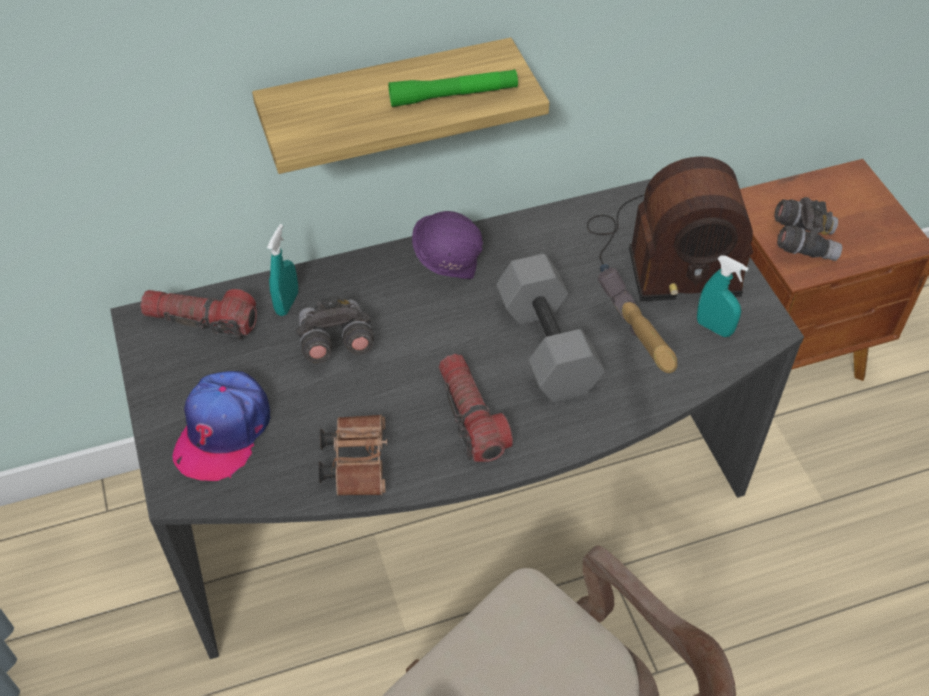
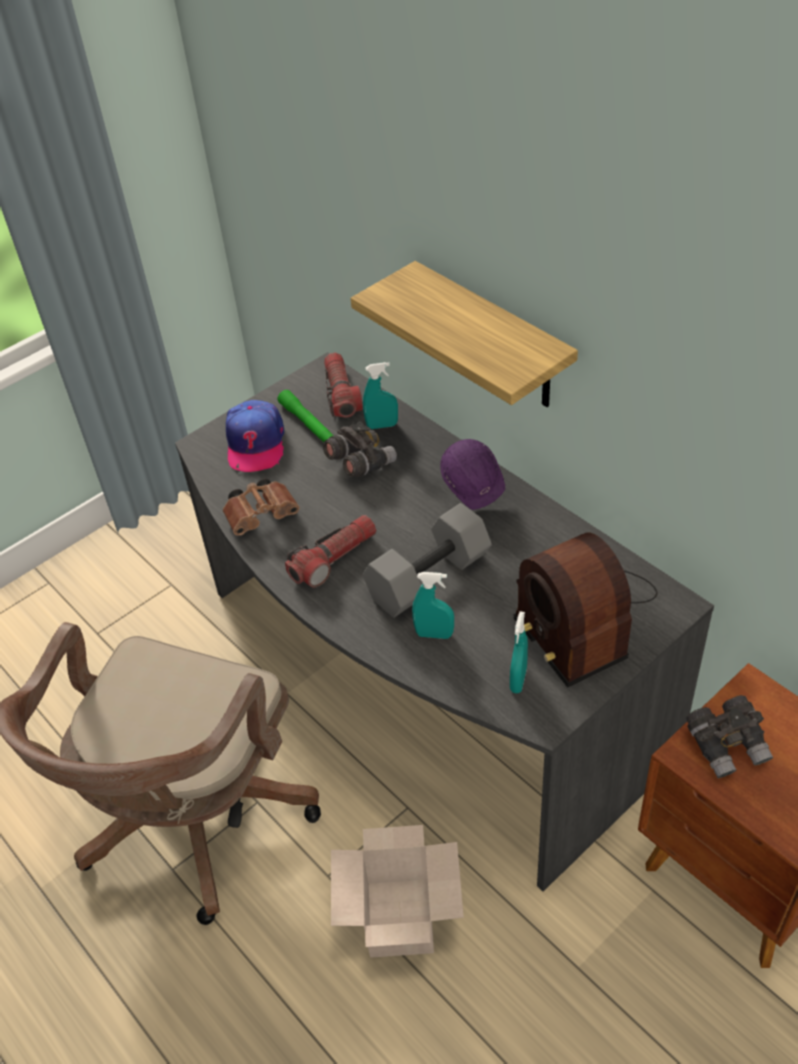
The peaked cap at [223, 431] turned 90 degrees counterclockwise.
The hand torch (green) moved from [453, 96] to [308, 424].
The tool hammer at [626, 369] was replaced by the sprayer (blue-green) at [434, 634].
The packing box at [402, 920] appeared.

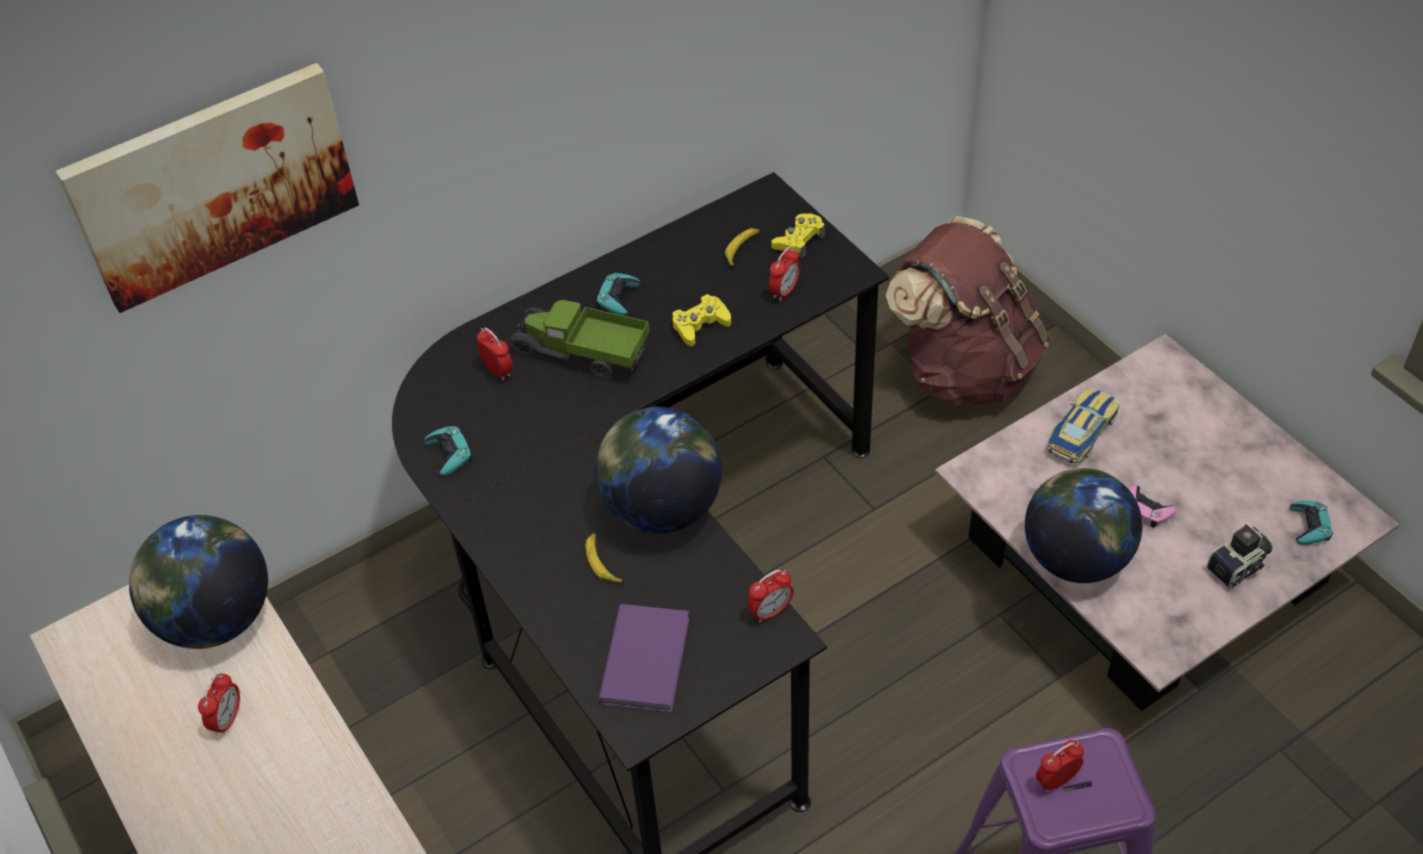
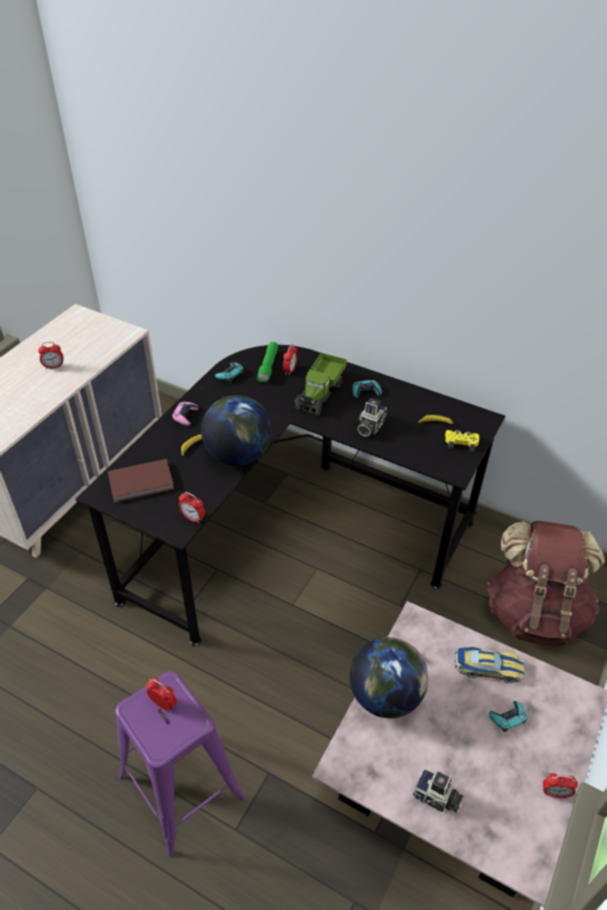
The picture at [213, 184] disappeared.
The desk globe at [215, 619] disappeared.
The model truck at [582, 353] turned 150 degrees counterclockwise.
The book (purple-coloured) at [648, 659] became the book (brownish) at [142, 483].
The joypad (yellow) at [700, 325] was replaced by the photo camera at [369, 426].
The bedside clock moved from [784, 291] to [555, 793].
The joypad (pink-coloured) moved from [1146, 509] to [185, 416].
The joypad (blue-green) moved from [1309, 526] to [508, 718].
The hand torch (green) at [268, 367] appeared.

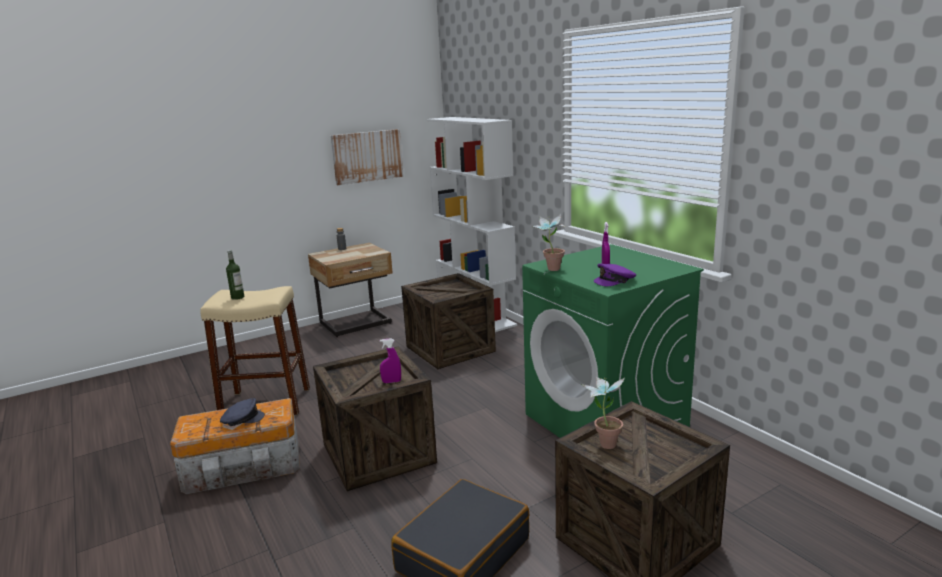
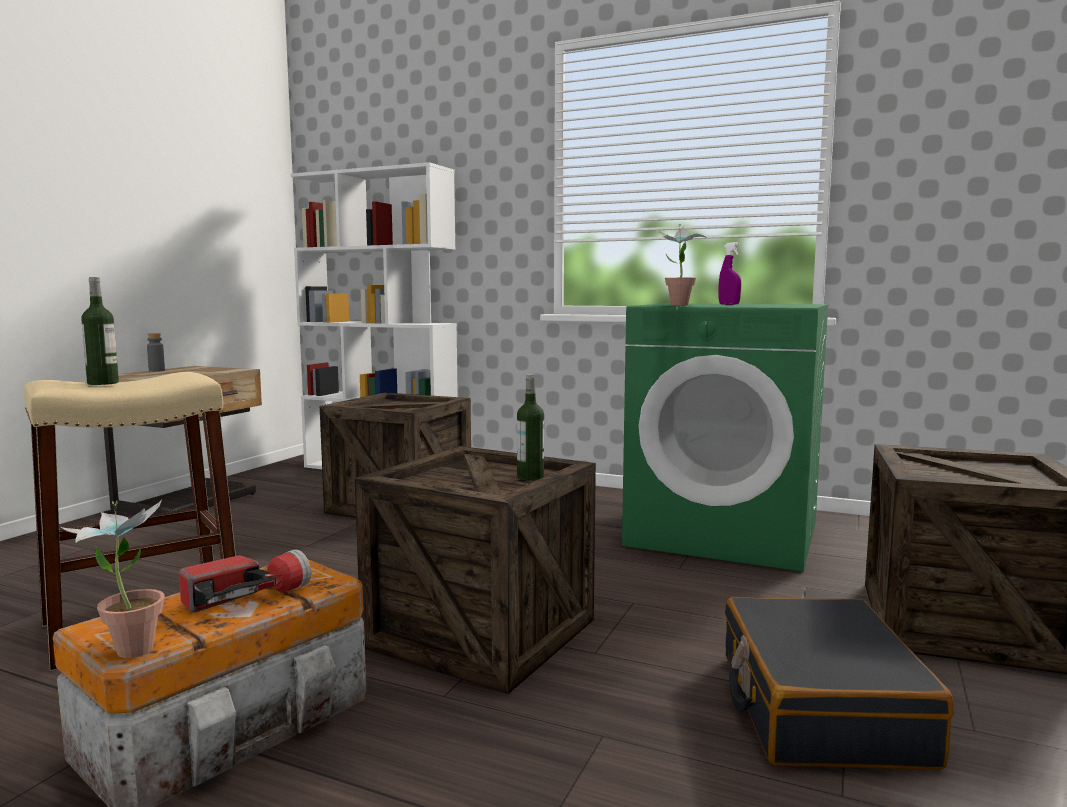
The peaked cap (gray) at [242, 419] was replaced by the hand torch at [247, 598].
The picture at [367, 156] disappeared.
The sprayer (purple-coloured) at [391, 382] was replaced by the drink bottle at [530, 477].
The plant in a pot moved from [604, 441] to [127, 647].
The peaked cap (purple-coloured) at [615, 280] disappeared.

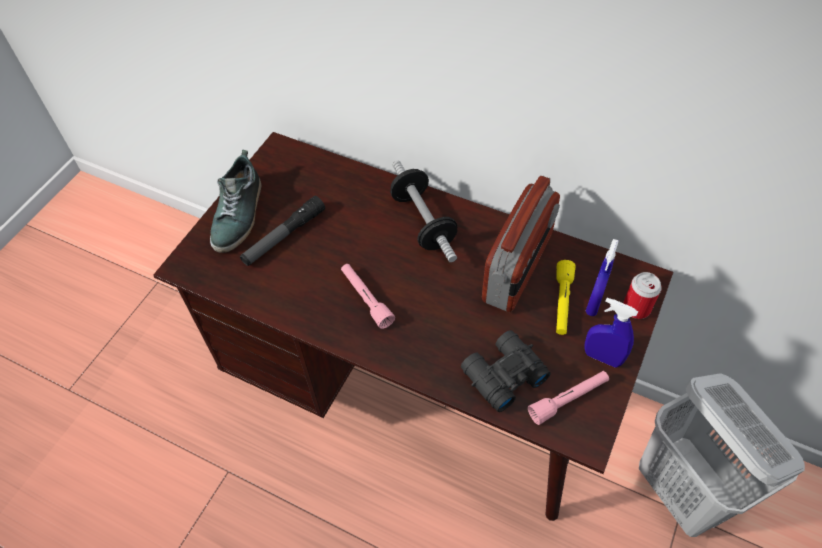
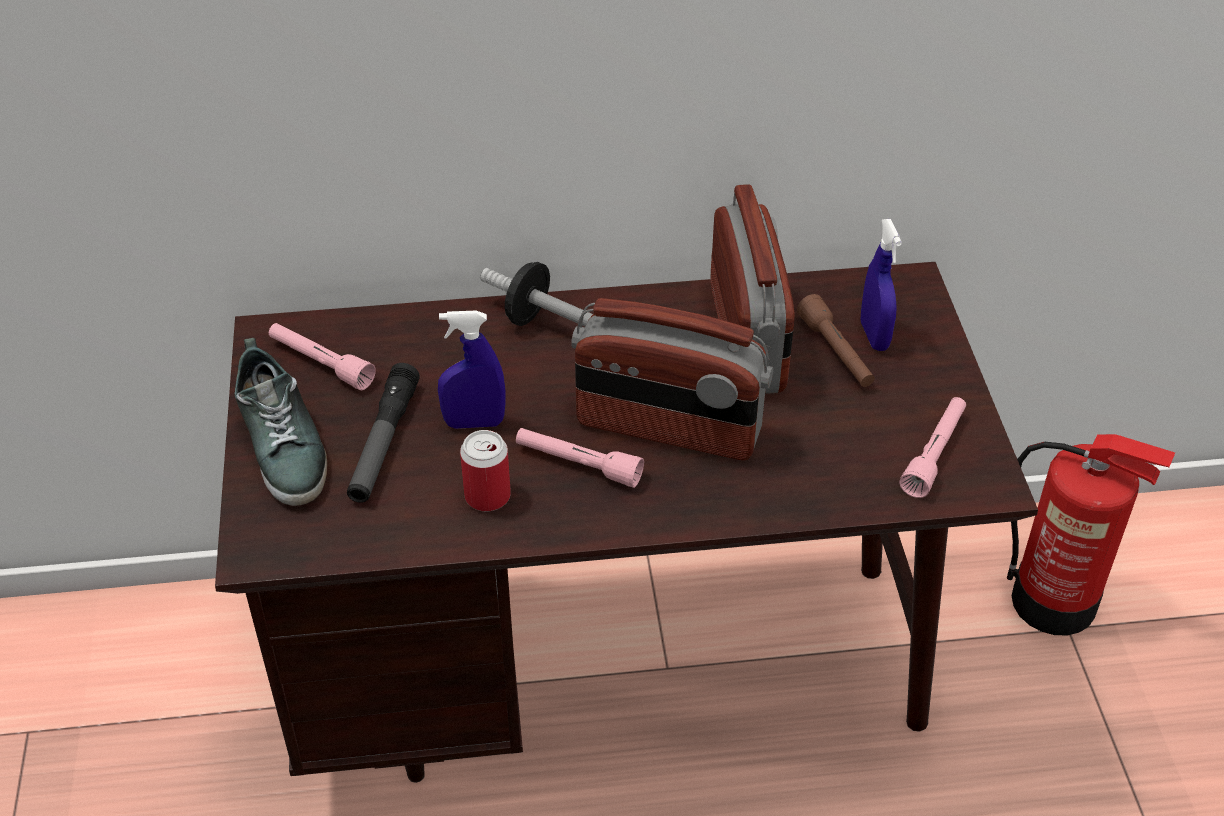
The binoculars (blackish) at [501, 375] disappeared.
The hand torch (yellow) at [562, 302] became the hand torch (brownish) at [836, 352].
The sprayer (blue-coloured) moved from [602, 357] to [474, 423].
The metal can moved from [636, 308] to [487, 496].
The washing basket (white-coloured) at [684, 492] was replaced by the extinguisher at [1055, 602].
The hand torch (pink-coloured) at [321, 363] appeared.
The radio set at [668, 428] appeared.

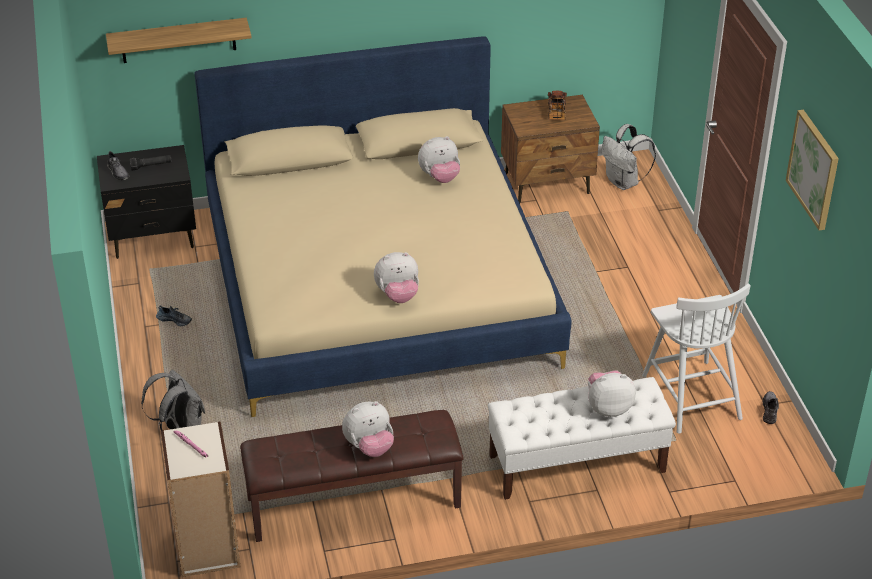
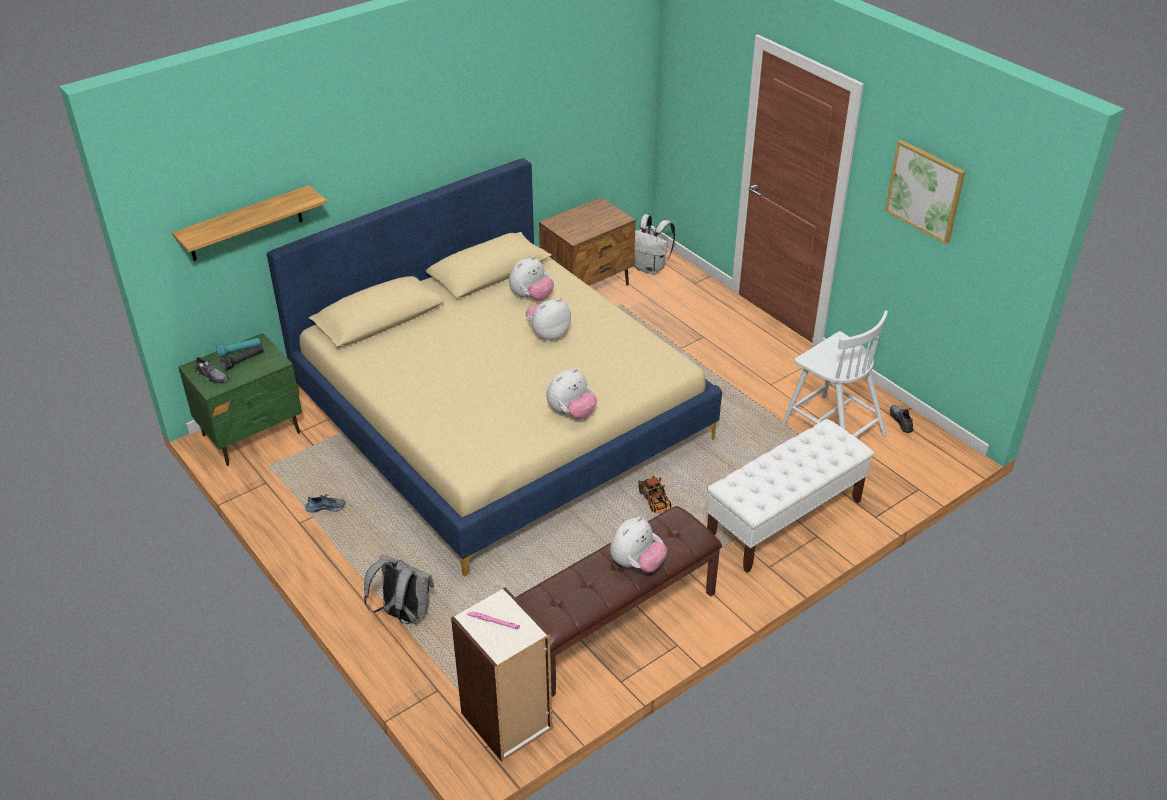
The bedside table (blackish) at [153, 237] became the bedside table (green) at [252, 434].
The model truck moved from [556, 113] to [655, 502].
The plush toy moved from [608, 407] to [548, 334].
The hand torch (blue-green) at [239, 351] appeared.

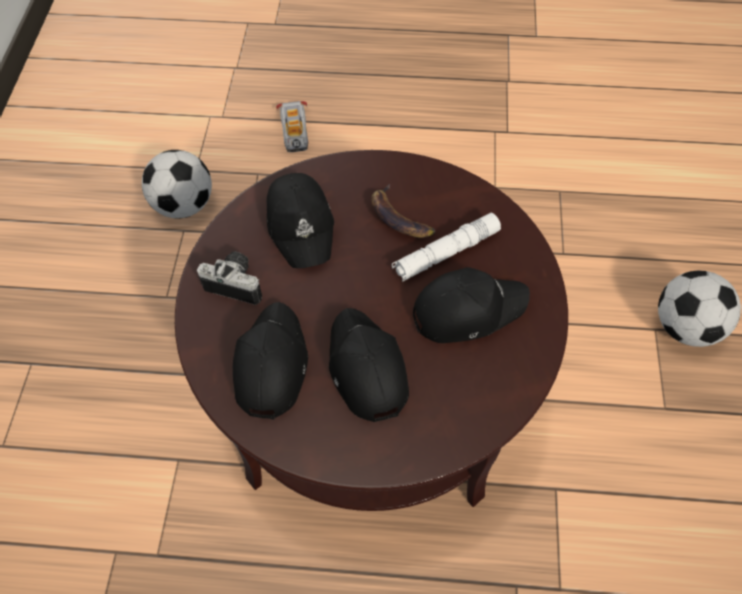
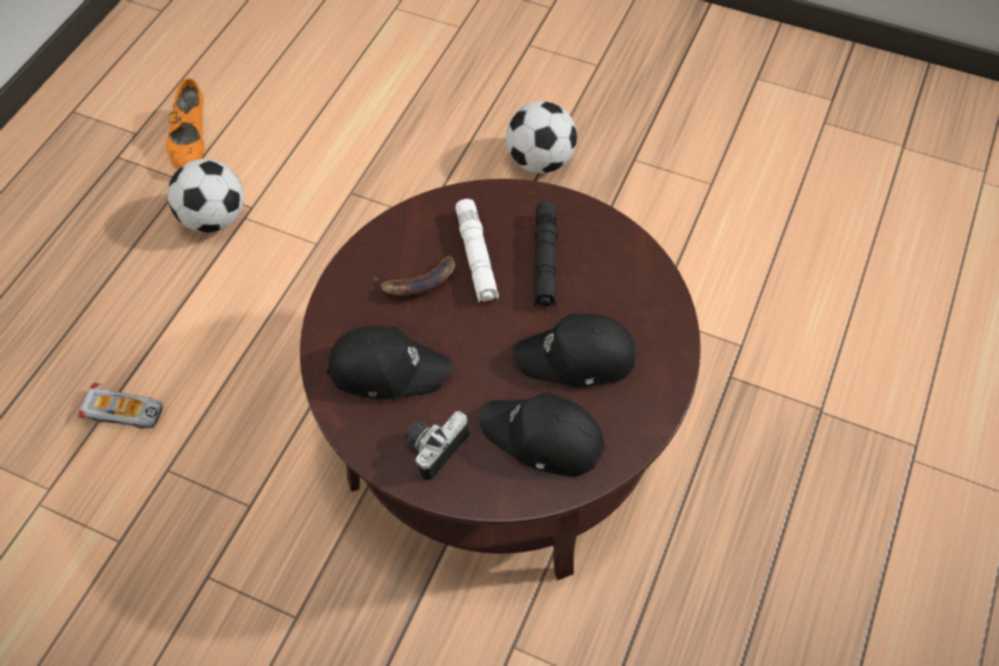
The football moved from [184, 205] to [215, 218].
The peaked cap (blackish) at [467, 309] was replaced by the hand torch (blackish) at [545, 261].
The item of footwear (orange) at [193, 143] appeared.

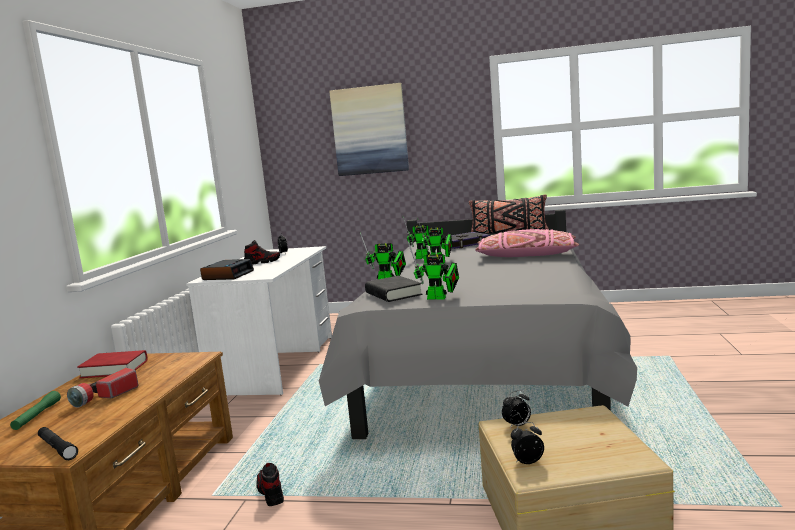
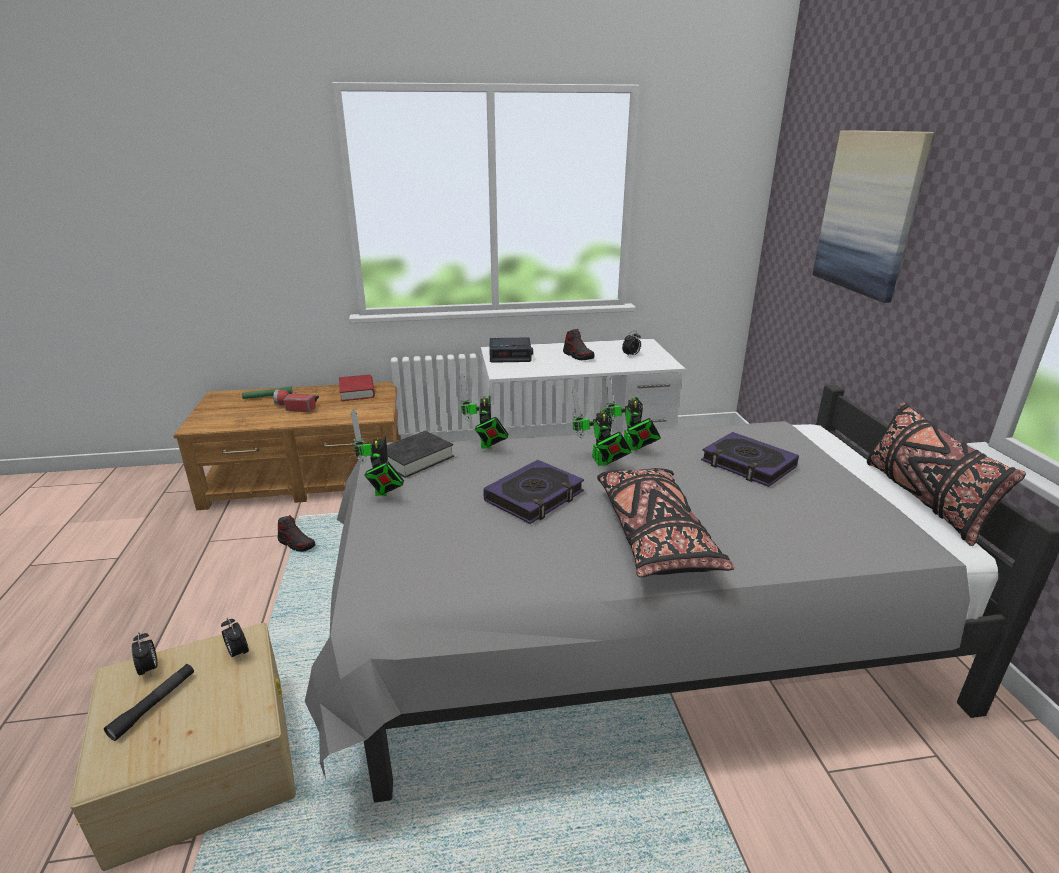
The hand torch (blackish) moved from [57, 448] to [154, 705].
The item of footwear at [270, 493] turned 75 degrees clockwise.
The throw pillow (pink-coloured) at [526, 255] became the throw pillow (blackish) at [654, 534].
The book at [534, 497] appeared.

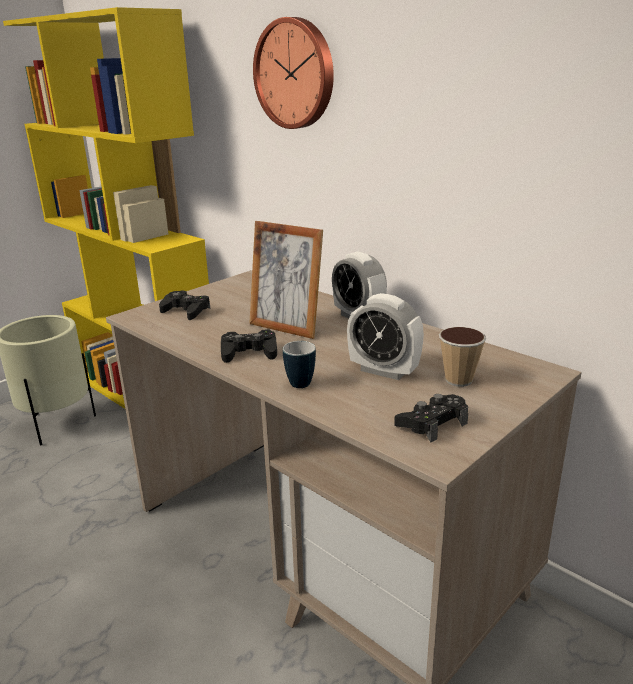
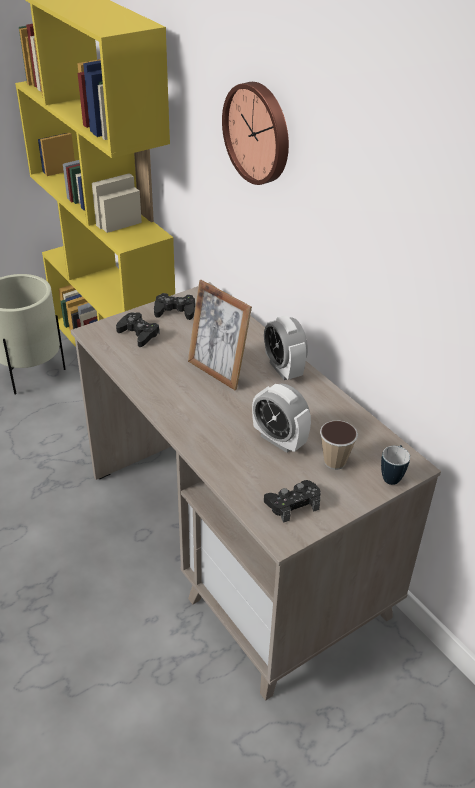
The joypad (blackish) moved from [249, 352] to [175, 311].
The mug moved from [301, 381] to [392, 476].

